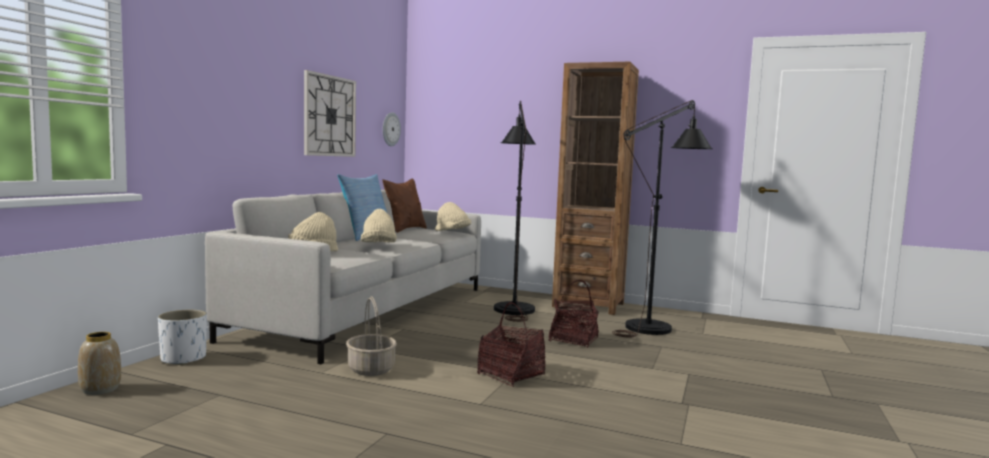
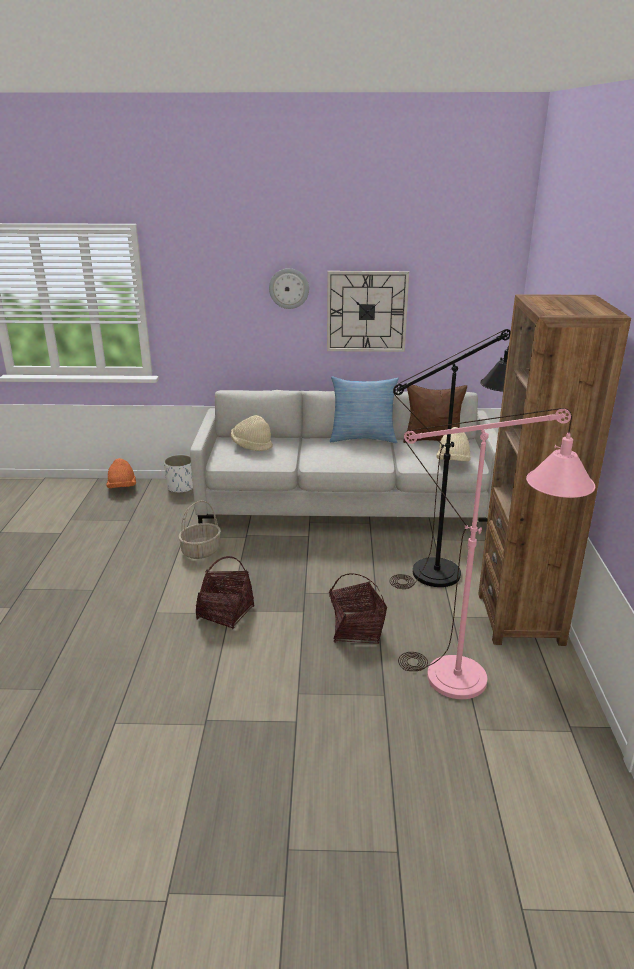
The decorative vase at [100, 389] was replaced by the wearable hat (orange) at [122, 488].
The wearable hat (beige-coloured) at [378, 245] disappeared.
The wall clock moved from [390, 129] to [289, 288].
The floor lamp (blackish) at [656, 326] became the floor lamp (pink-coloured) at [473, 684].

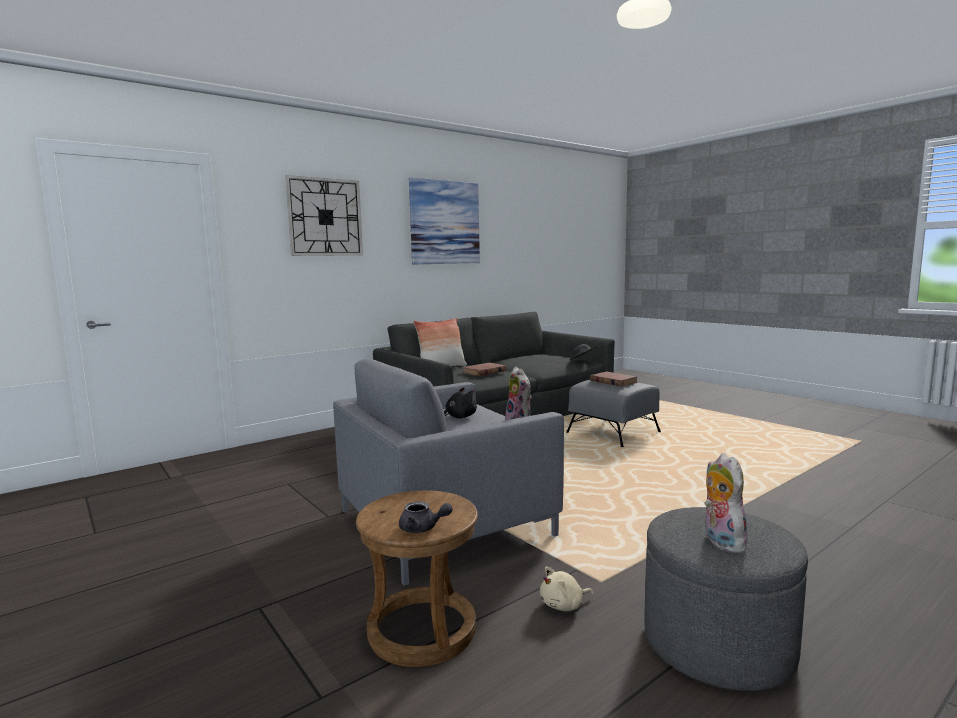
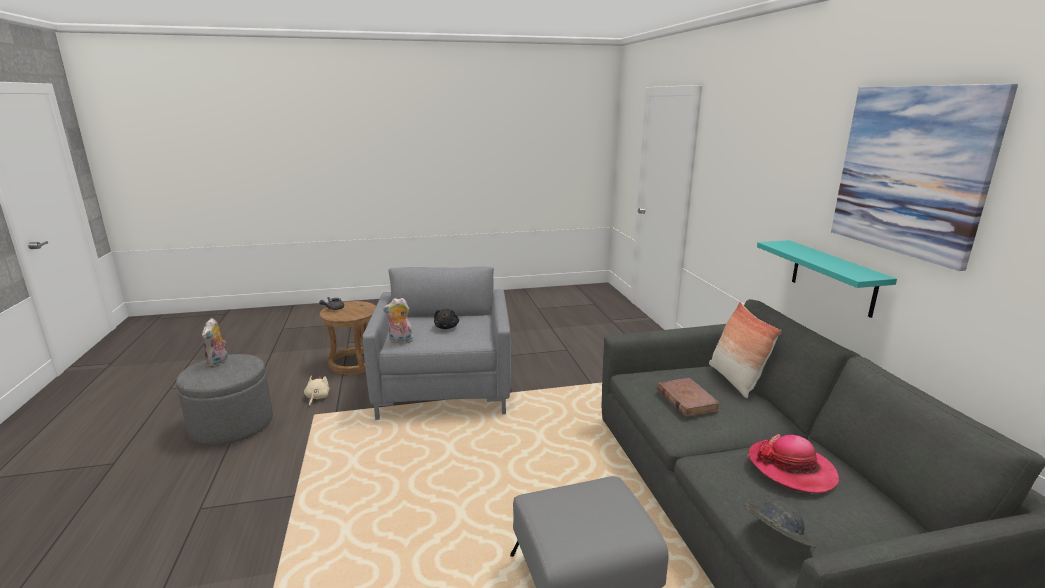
The wall clock at [325, 217] disappeared.
The book (brownish) at [613, 381] disappeared.
The plush toy at [720, 541] turned 75 degrees clockwise.
The wearable hat at [791, 468] appeared.
The wall shelf (blue-green) at [833, 277] appeared.

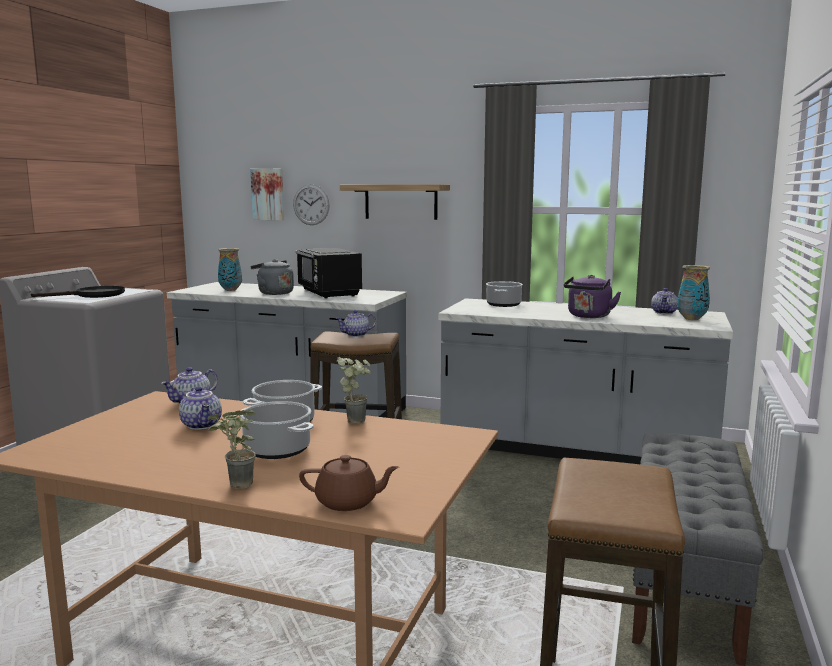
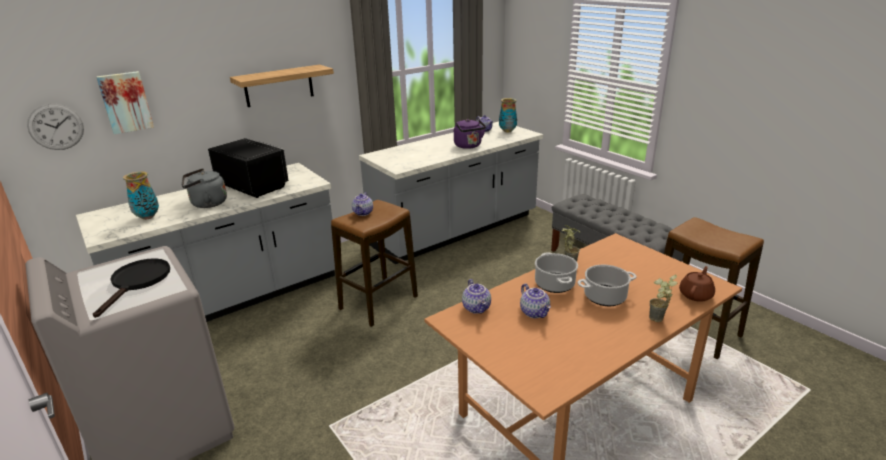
The pot for tea at [202, 425] turned 60 degrees clockwise.
The wall clock moved from [311, 204] to [56, 127].
The microwave oven (blackish) at [328, 293] turned 150 degrees counterclockwise.
The cooking pot at [503, 305] disappeared.

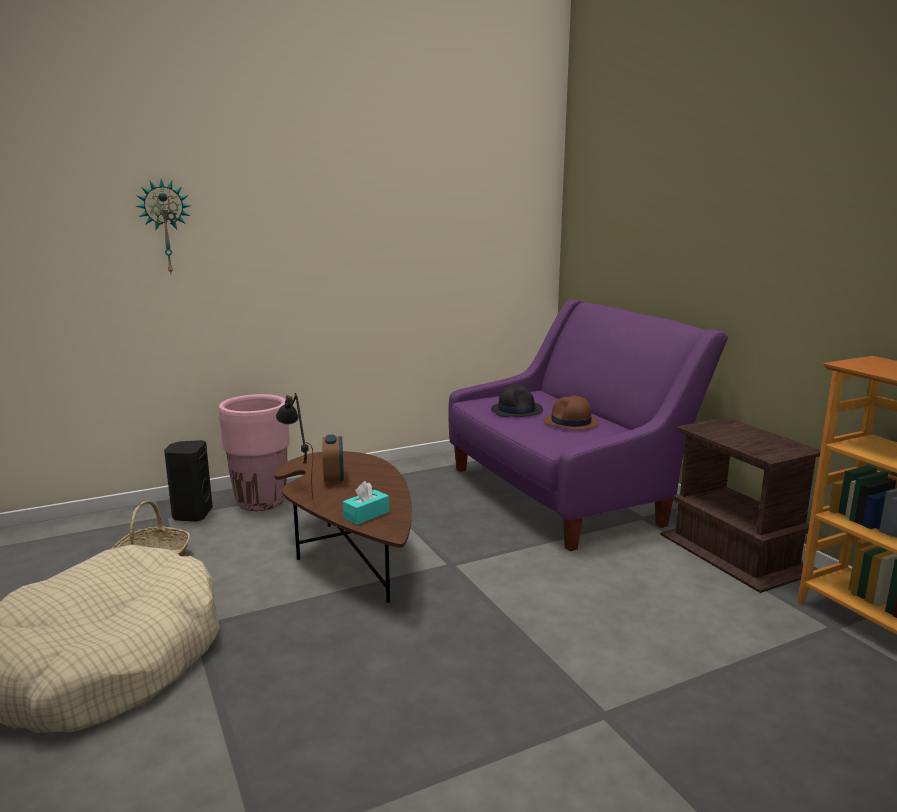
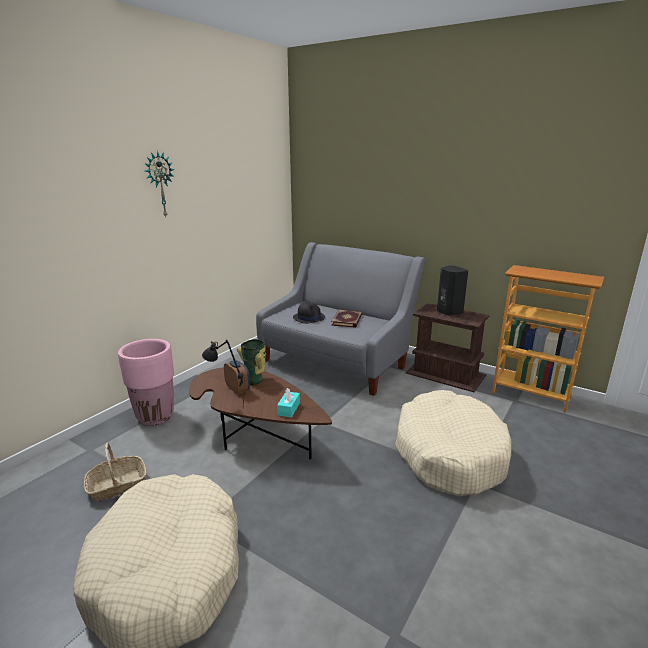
The wall clock moved from [165, 227] to [159, 185].
The speaker (blackish) moved from [191, 514] to [448, 312].
The couch (purple-coloured) at [565, 492] became the couch (gray) at [337, 360].
The wearable hat (brownish) at [571, 423] was replaced by the book at [347, 320].
The decorative vase at [255, 380] appeared.
The dog cushion (beige-coloured) at [449, 453] appeared.

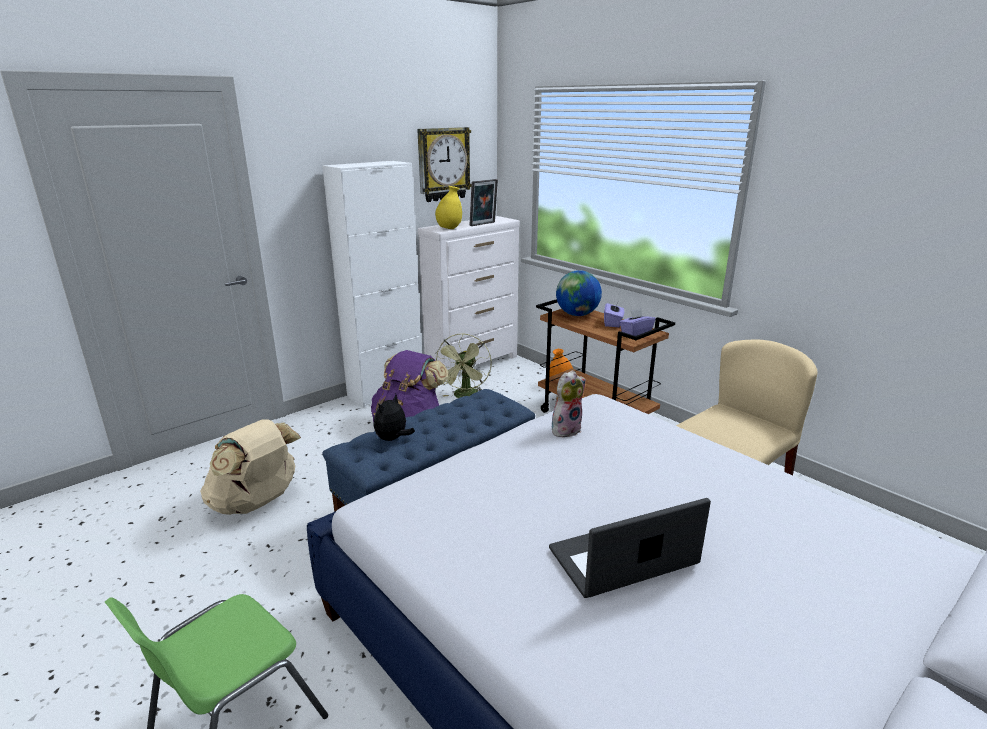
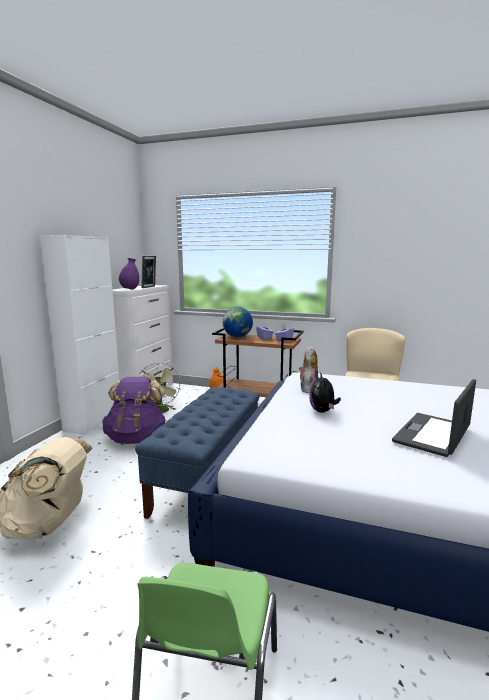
The plush toy moved from [393, 439] to [323, 411].
The wall clock at [443, 164] disappeared.
The decorative vase (yellow) at [449, 228] became the decorative vase (purple-coloured) at [130, 289].

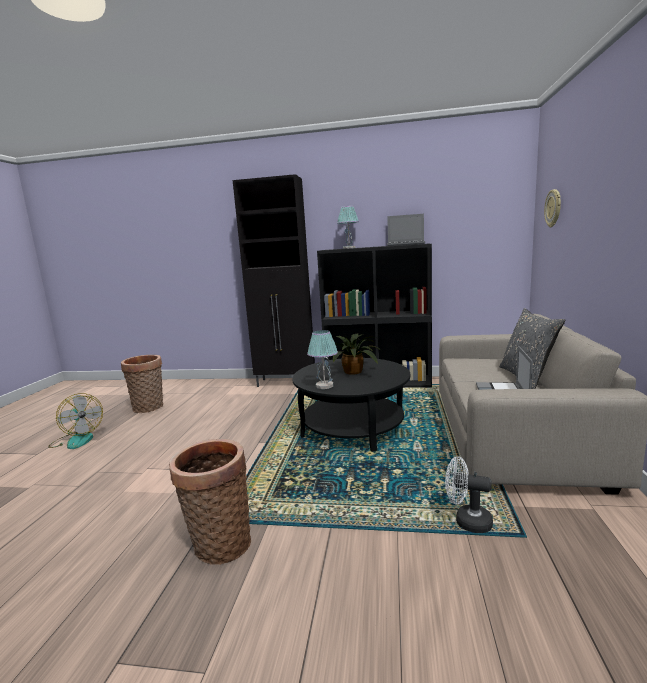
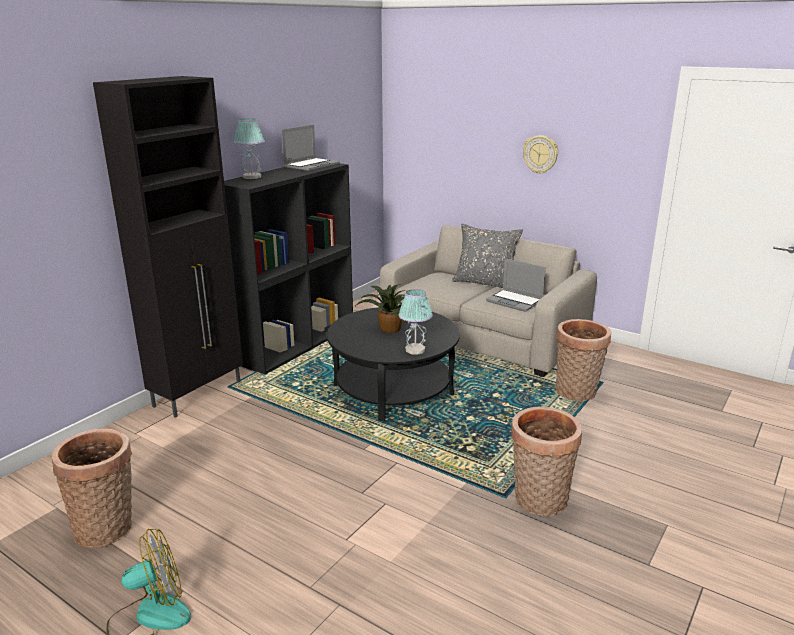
The fan (white-coloured) at [467, 521] was replaced by the basket at [576, 393].
The wall clock moved from [553, 208] to [540, 154].

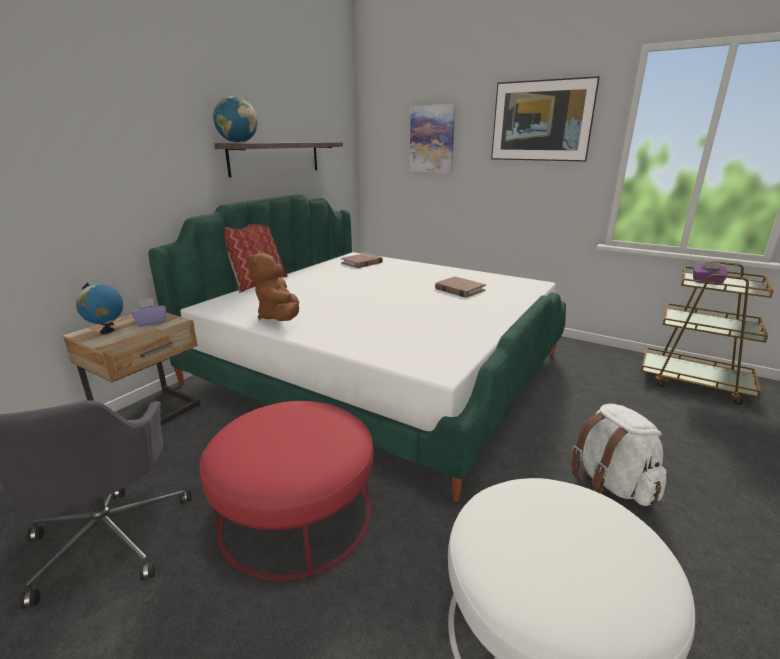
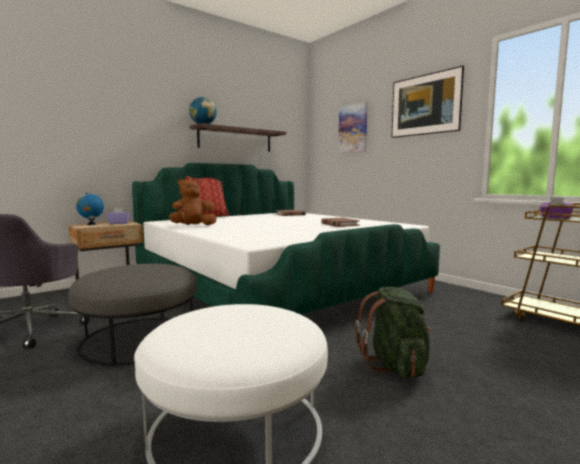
The pouffe (reddish) at [295, 513] became the pouffe (gray) at [139, 338].
The plush toy (brownish) at [280, 317] turned 45 degrees clockwise.
The rucksack (white-coloured) at [611, 484] became the rucksack (green) at [395, 365].

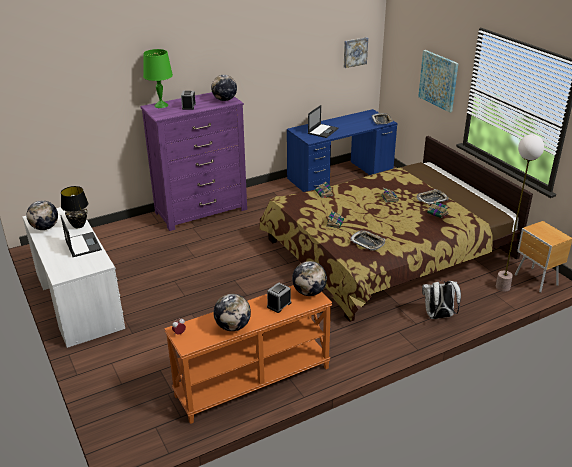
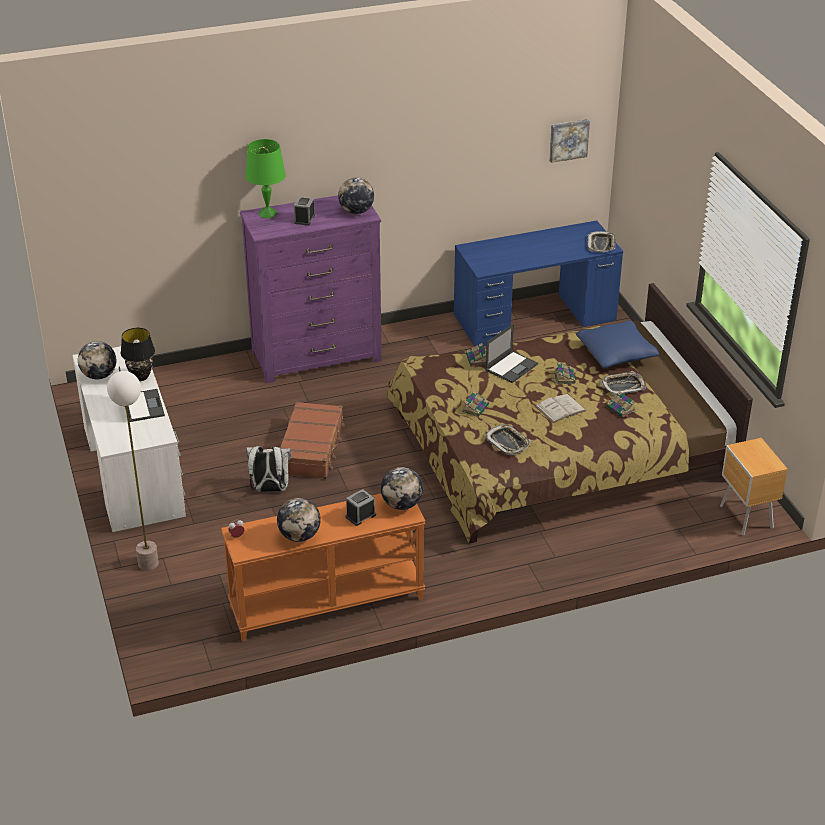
The portable computer moved from [323, 131] to [511, 367].
The picture at [438, 80] disappeared.
The rucksack (white-coloured) moved from [438, 316] to [269, 489].
The floor lamp moved from [502, 287] to [148, 563].
The suitcase (brownish) at [312, 449] appeared.
The book (white-coloured) at [560, 408] appeared.
The throw pillow (blue-coloured) at [616, 354] appeared.

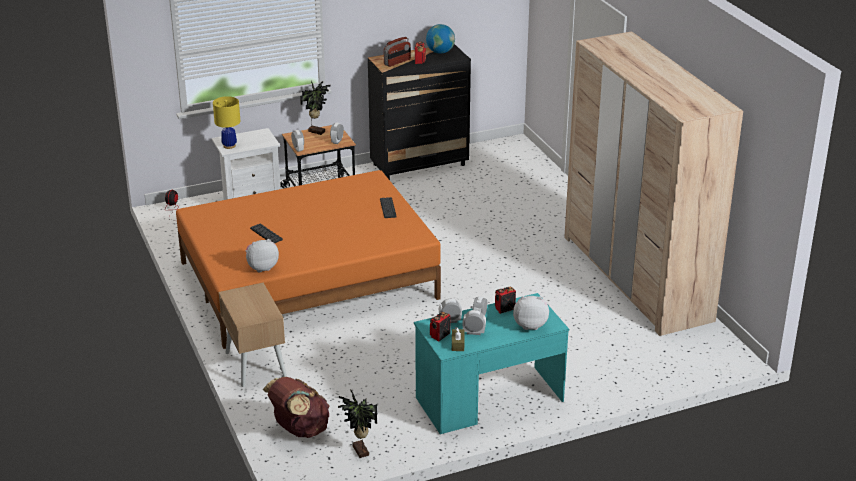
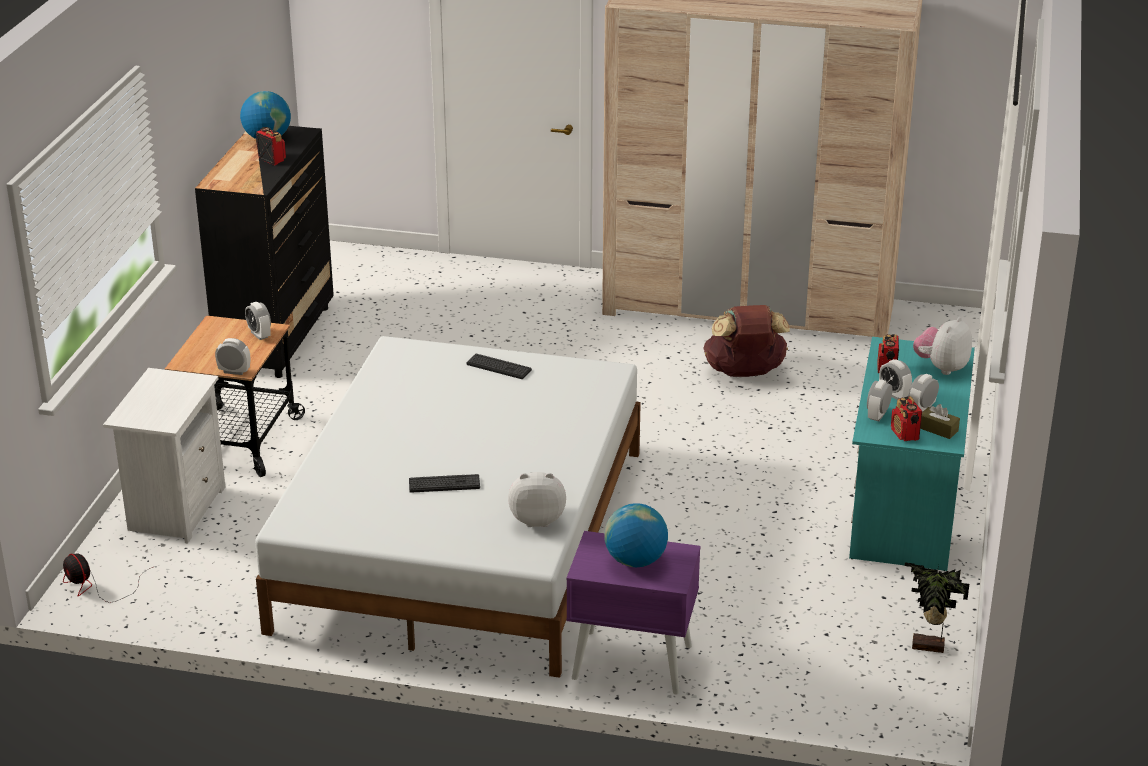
The sleeping bed (orange) at [307, 279] became the sleeping bed (white-coloured) at [462, 538].
The lamp for a table (yellow) at [229, 146] disappeared.
The bedside table (beige-coloured) at [255, 364] became the bedside table (purple-coloured) at [631, 662].
The plush toy at [262, 267] turned 75 degrees clockwise.
The rucksack (brownish) moved from [299, 429] to [744, 373].
The plant in a pot at [316, 131] disappeared.
The radio set at [397, 62] disappeared.
The desk globe at [635, 561] appeared.

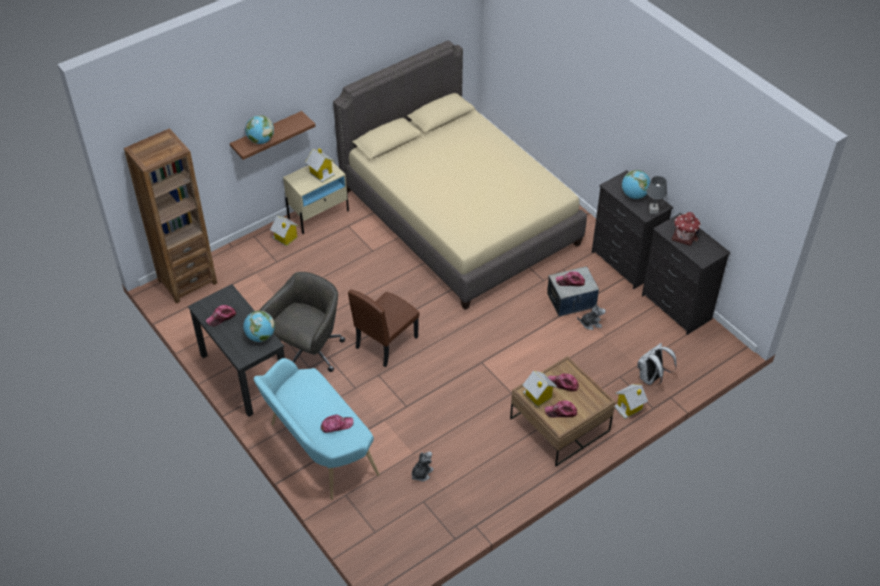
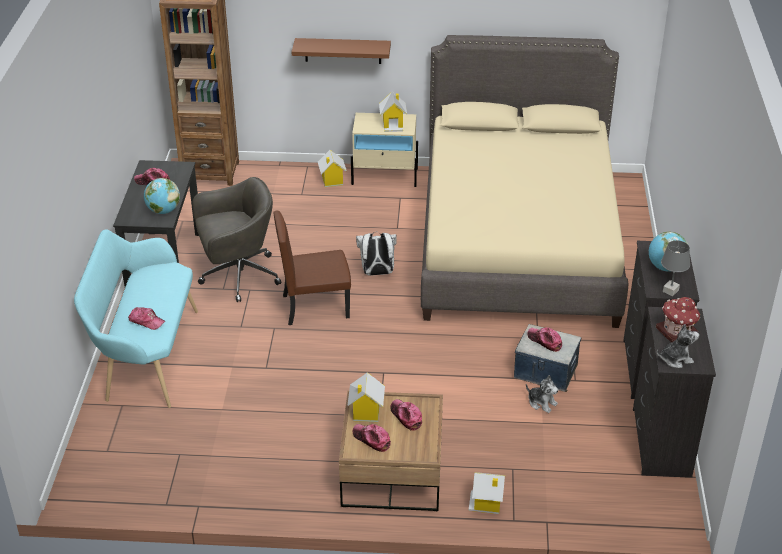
The desk globe at [261, 140] disappeared.
The plush toy moved from [421, 473] to [675, 359].
The rucksack (white-coloured) moved from [651, 378] to [377, 273].

